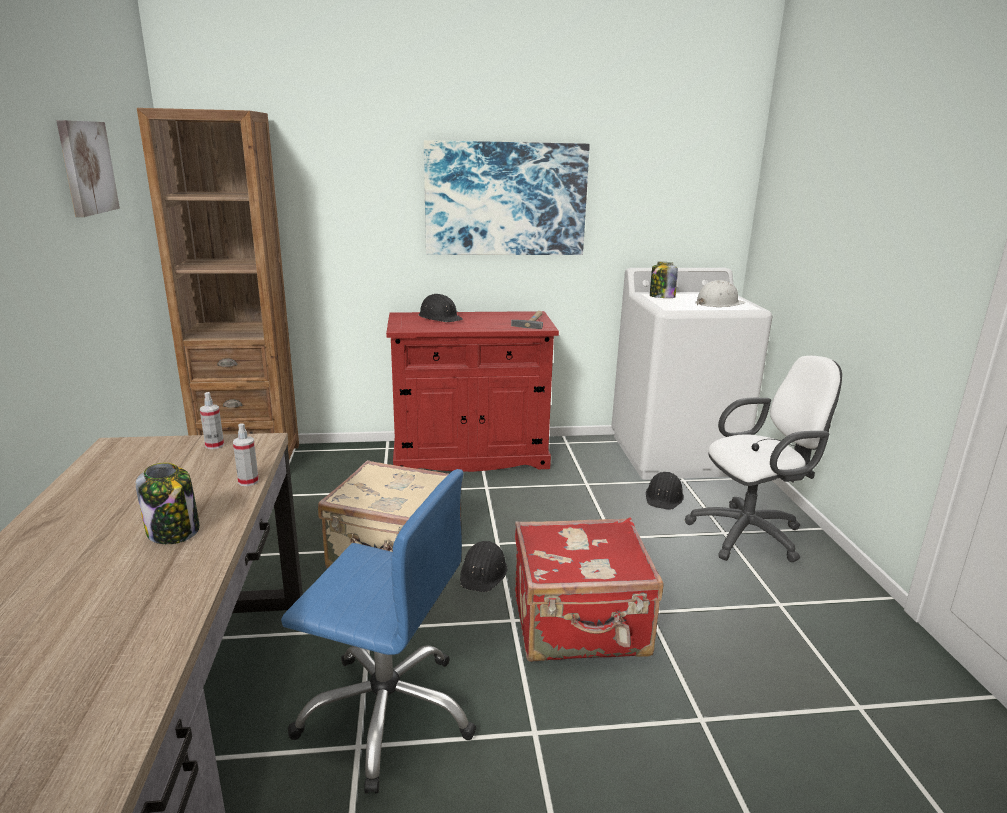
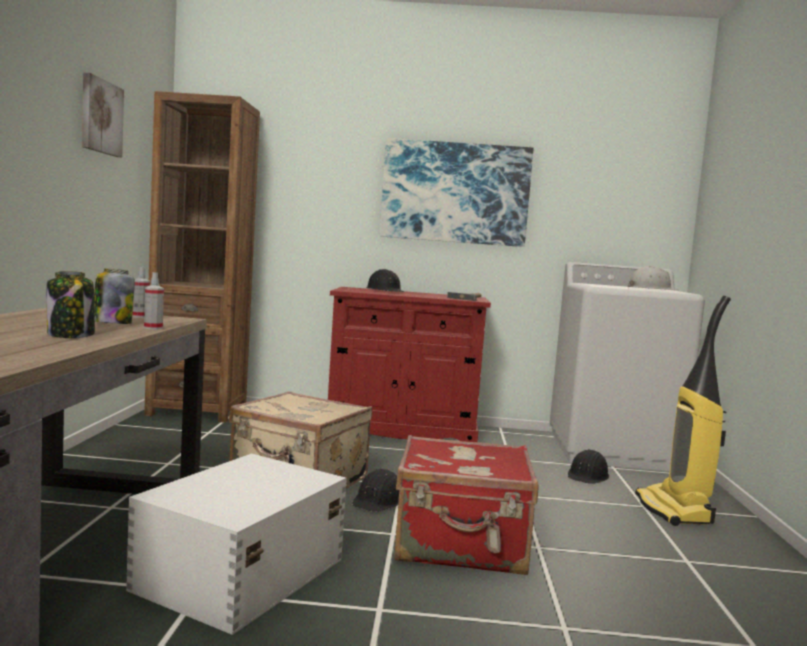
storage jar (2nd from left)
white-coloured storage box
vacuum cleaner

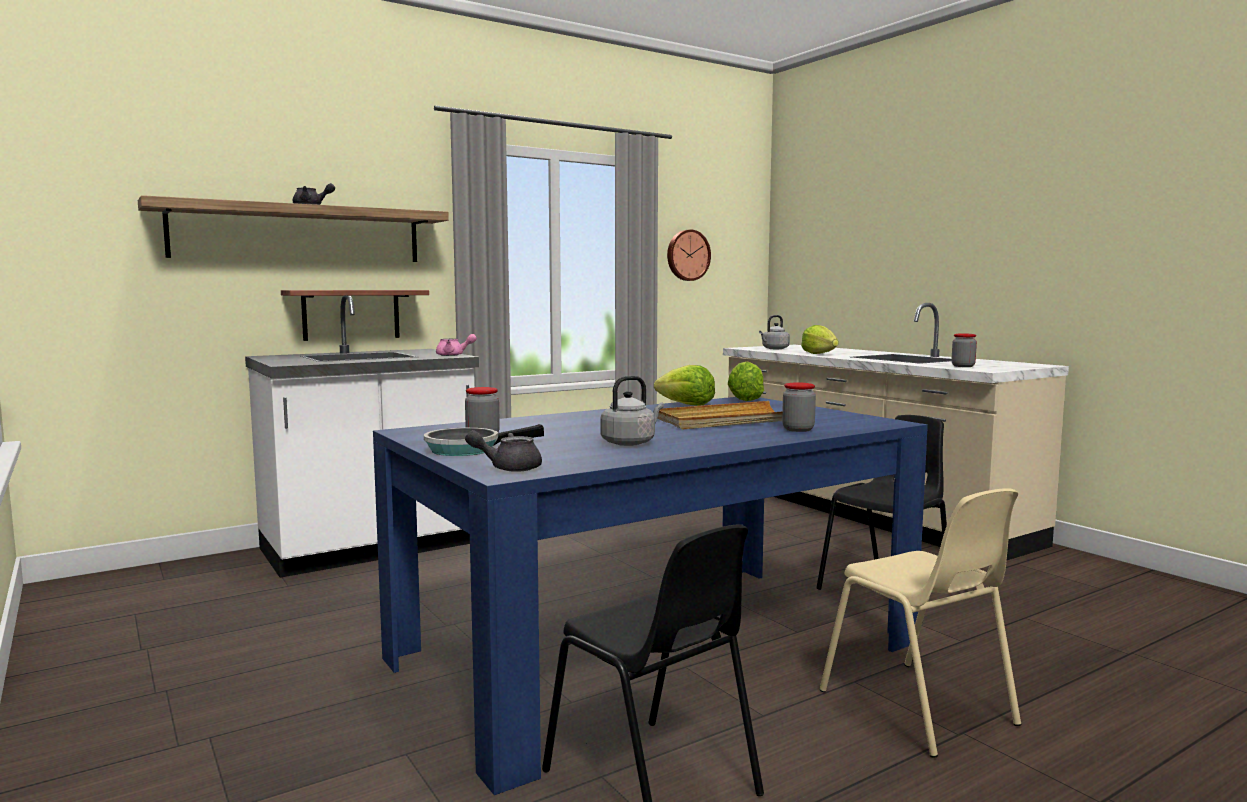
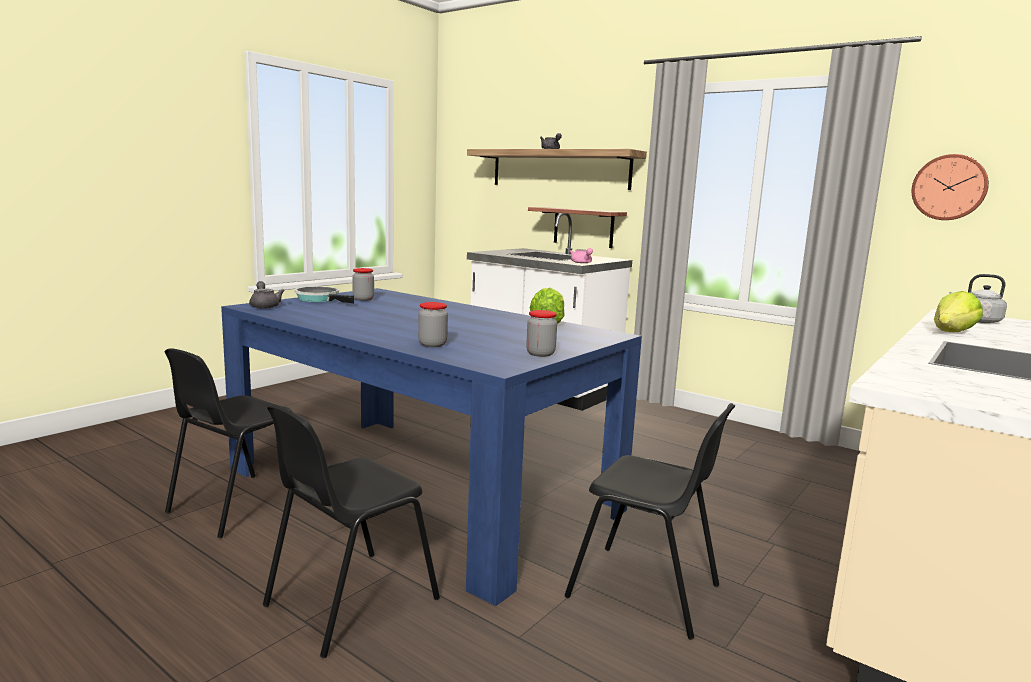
grey kettle (1st from left in the first image)
sand-coloured tray
lettuce head (2nd from left in the first image)
storage jar (3rd from left)
black-coloured upright chair (2nd from left)

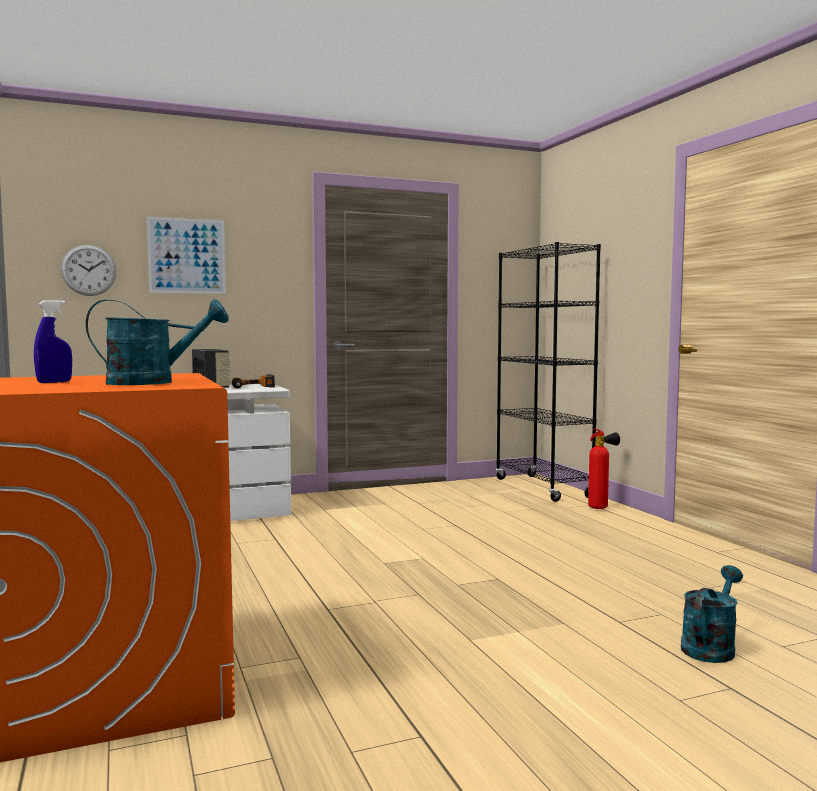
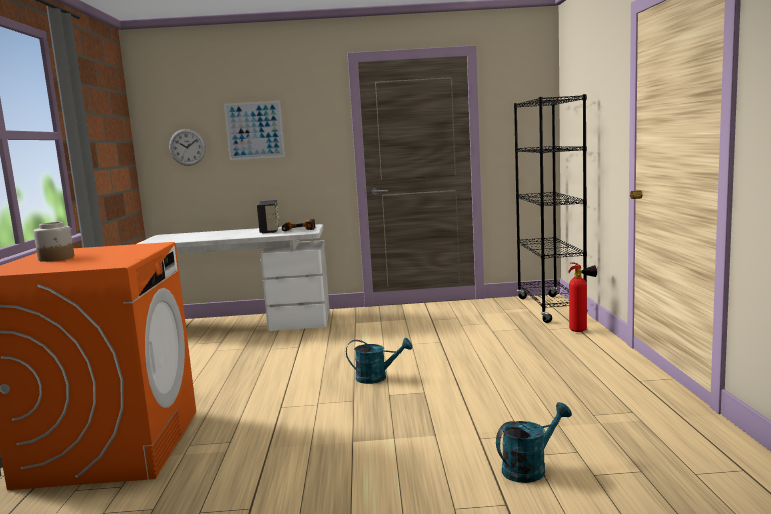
turquoise sprinkling can (1st from left)
storage jar

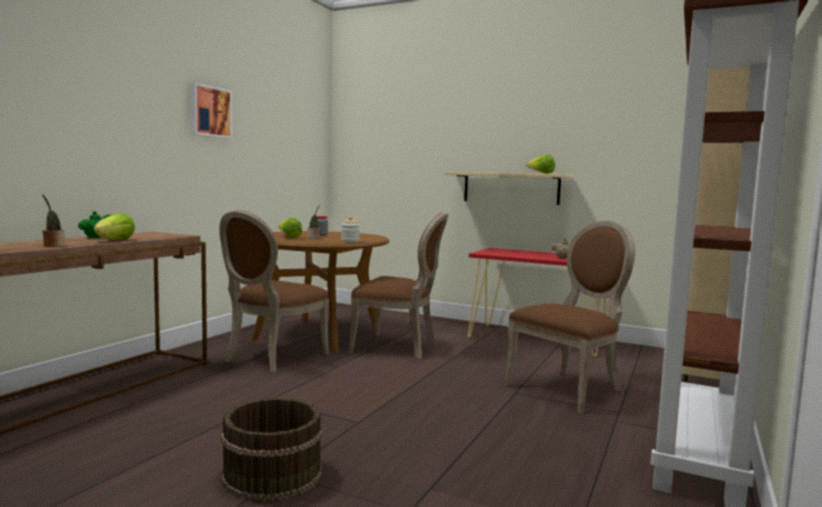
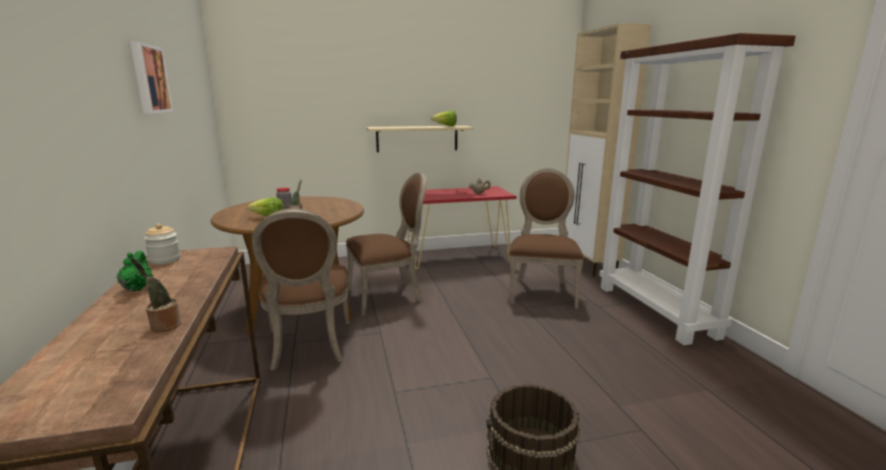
lettuce head (1st from left in the first image)
storage jar (1st from left)

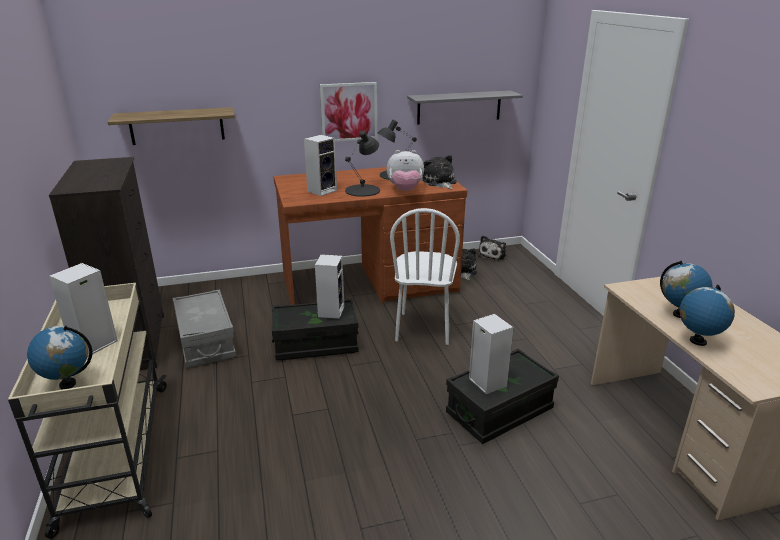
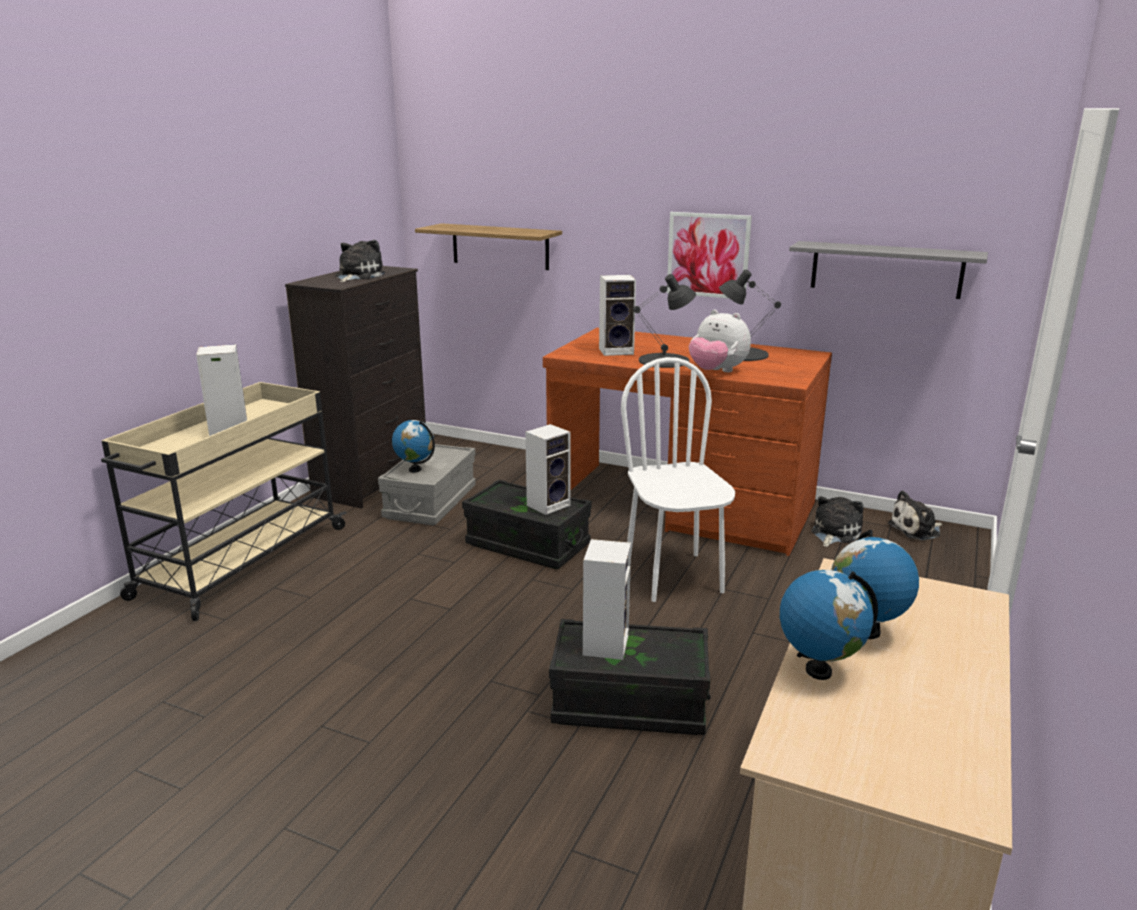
world globe (1st from left)
soft toy (1st from left)
white-coloured upright chair

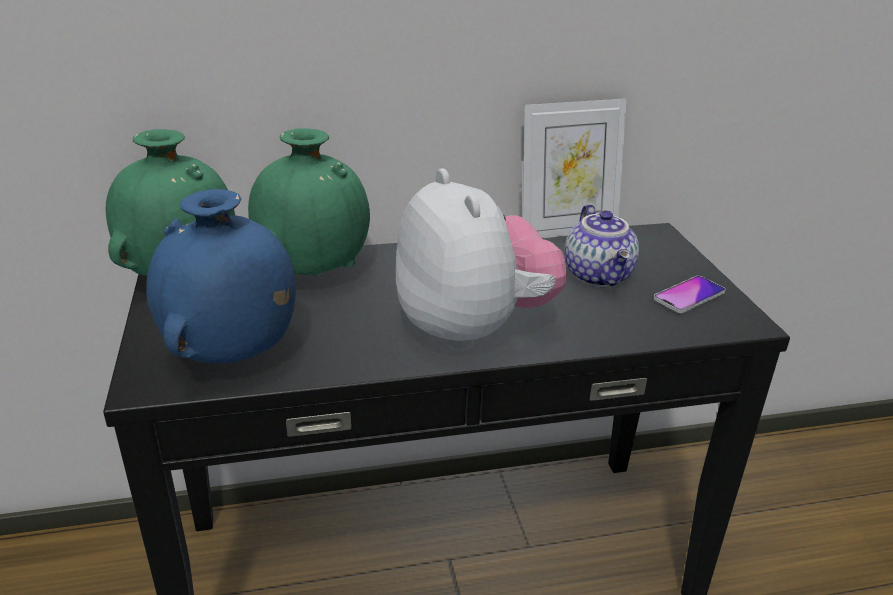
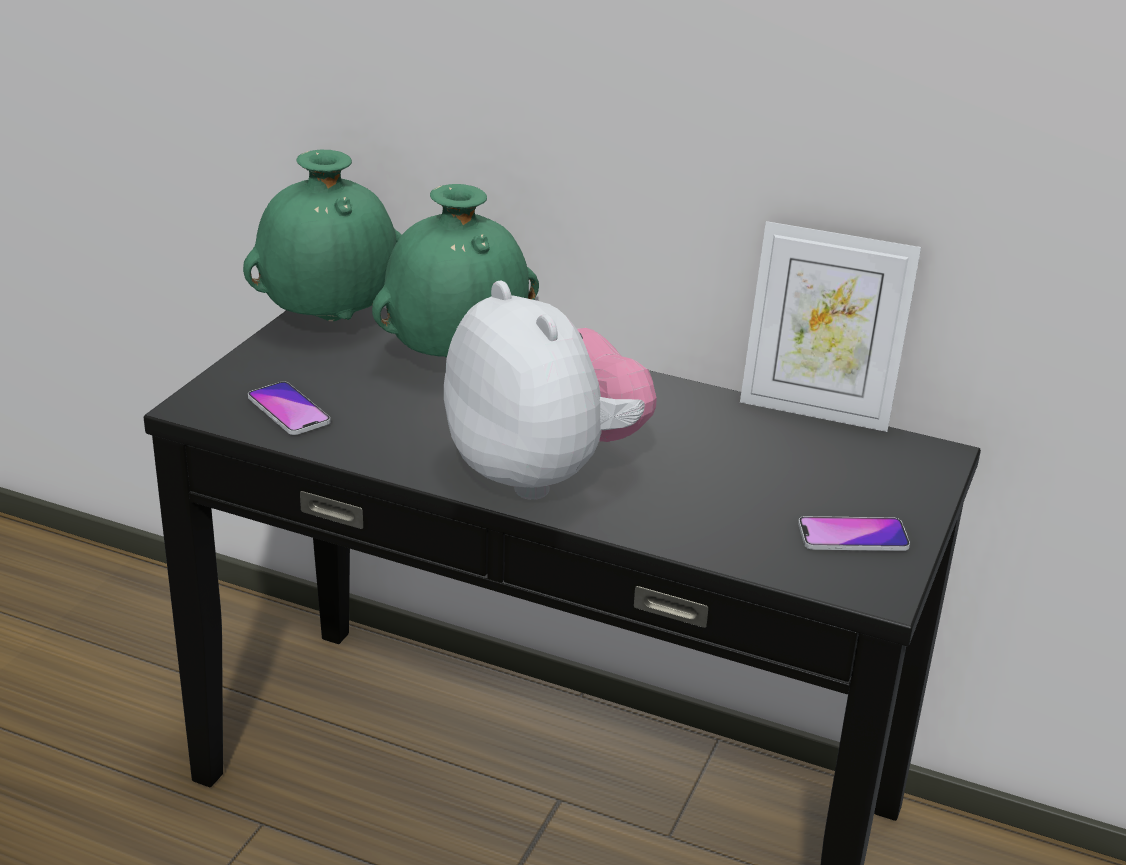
pot for tea
handset (1st from left)
soft toy

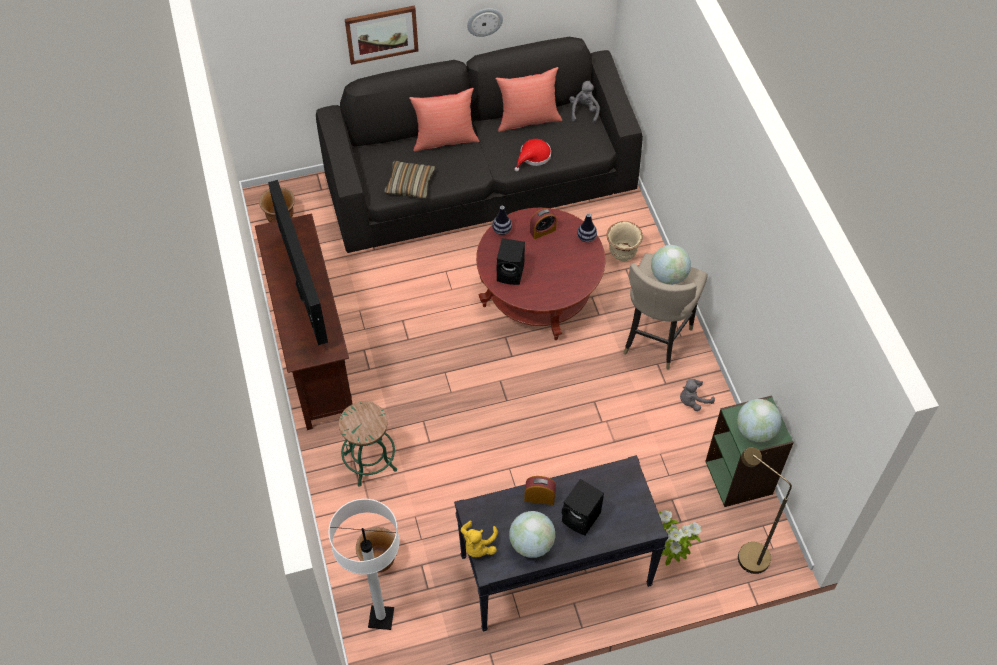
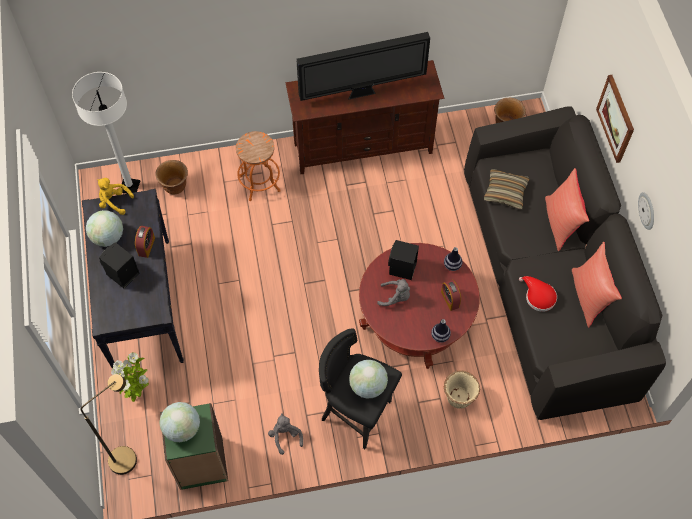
grey soft toy (2nd from left)
orange sitting stool
black-coloured sitting stool

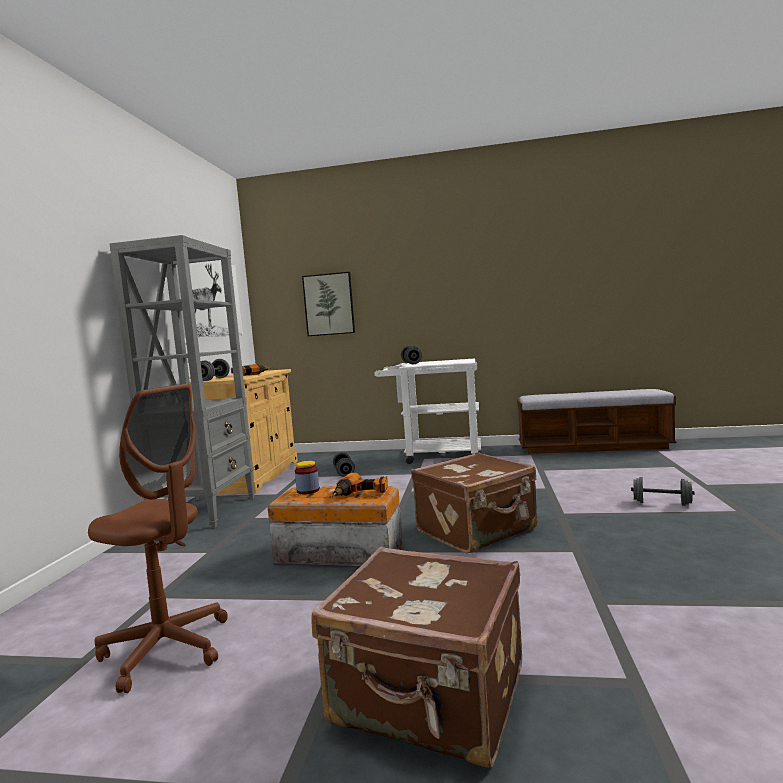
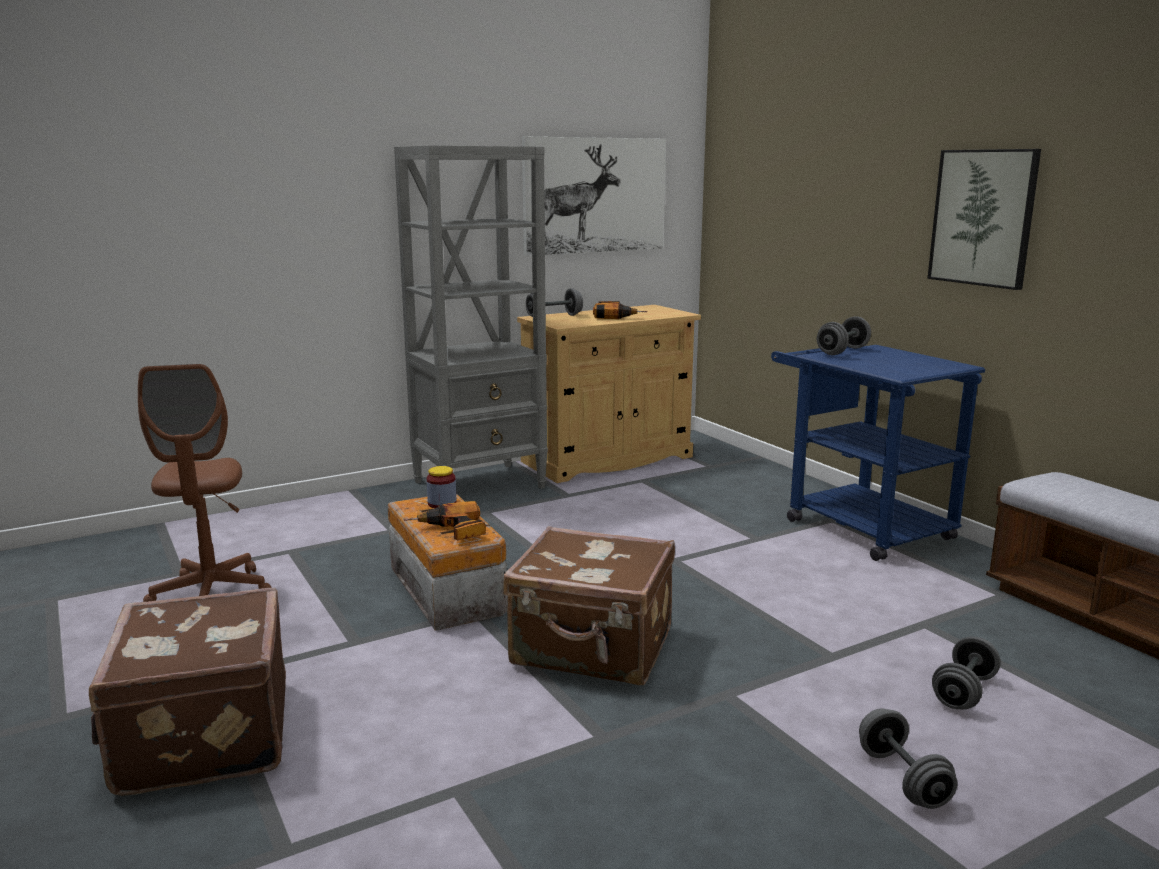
picture (2nd from left)
grey dumbbell (4th from left)
blue wheeled cart

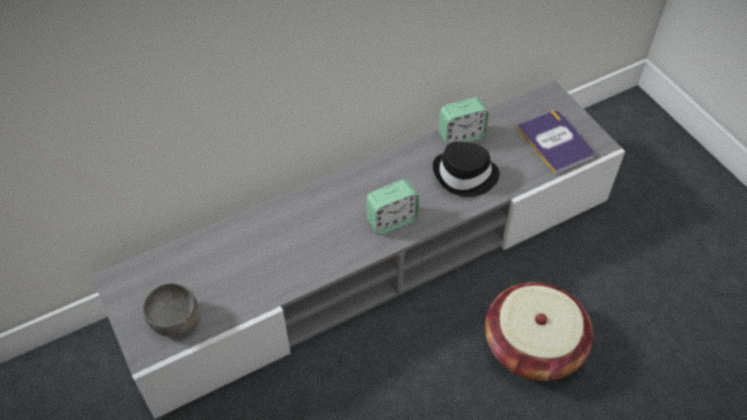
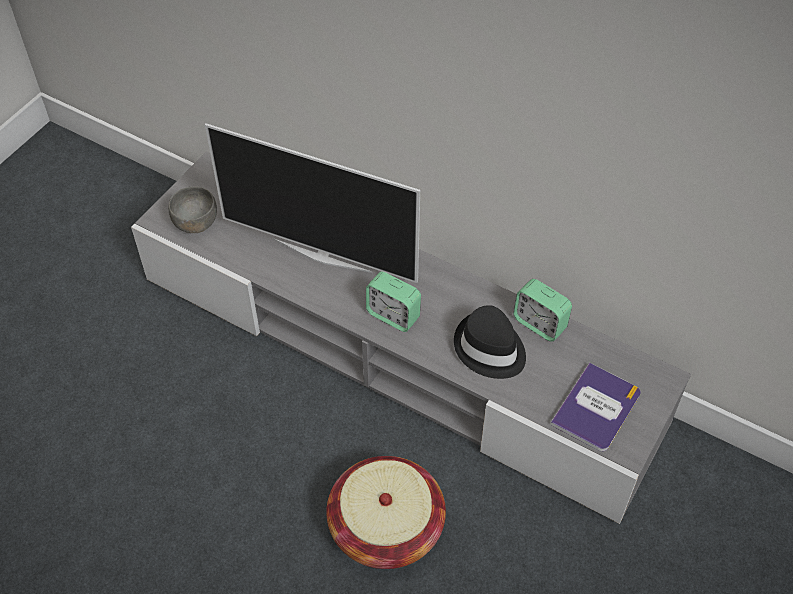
TV set

